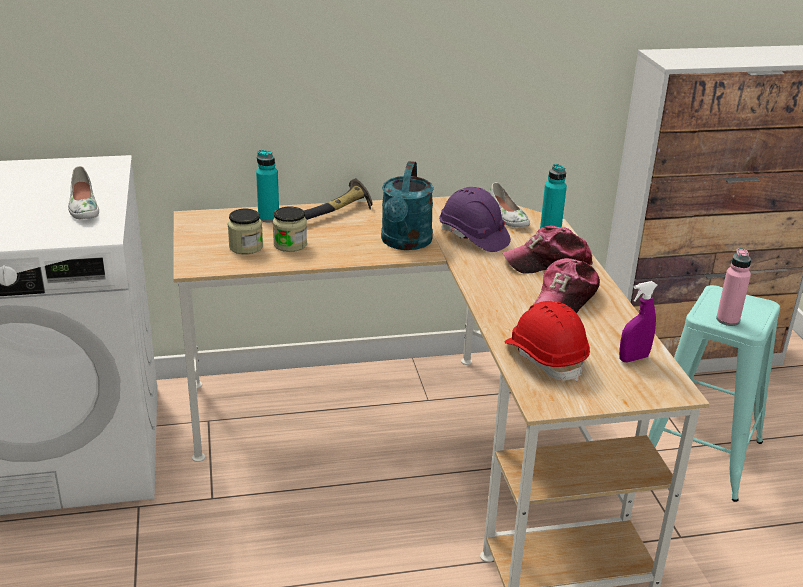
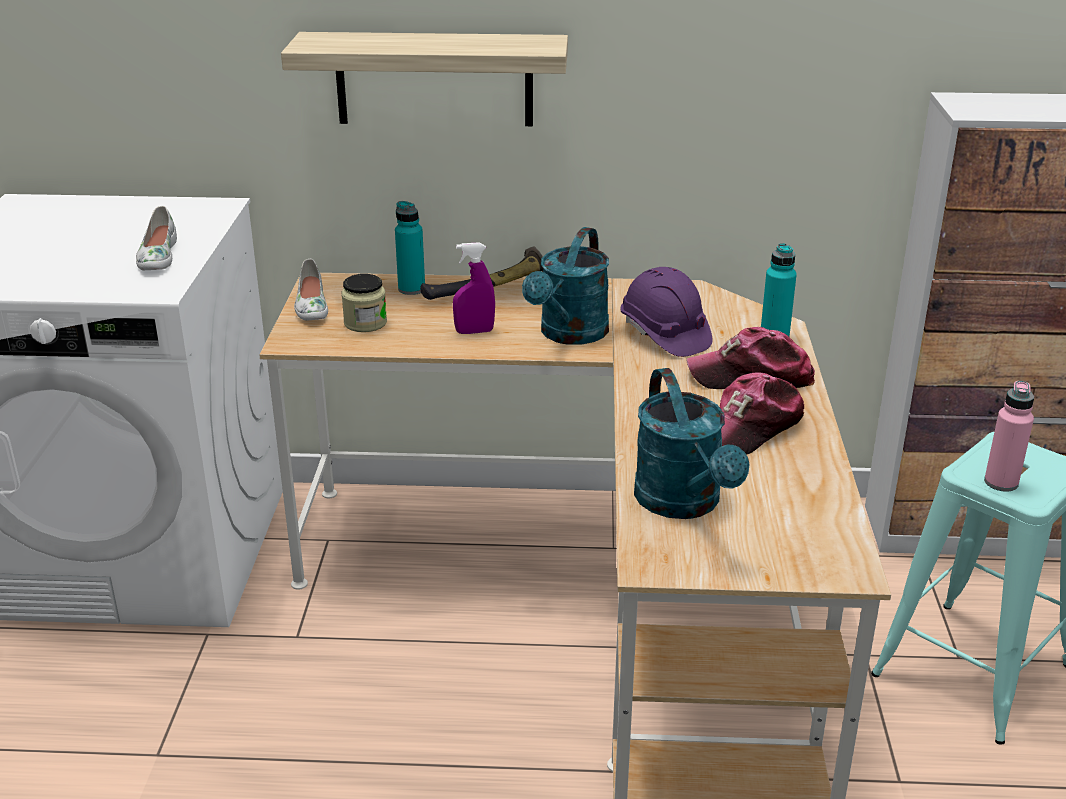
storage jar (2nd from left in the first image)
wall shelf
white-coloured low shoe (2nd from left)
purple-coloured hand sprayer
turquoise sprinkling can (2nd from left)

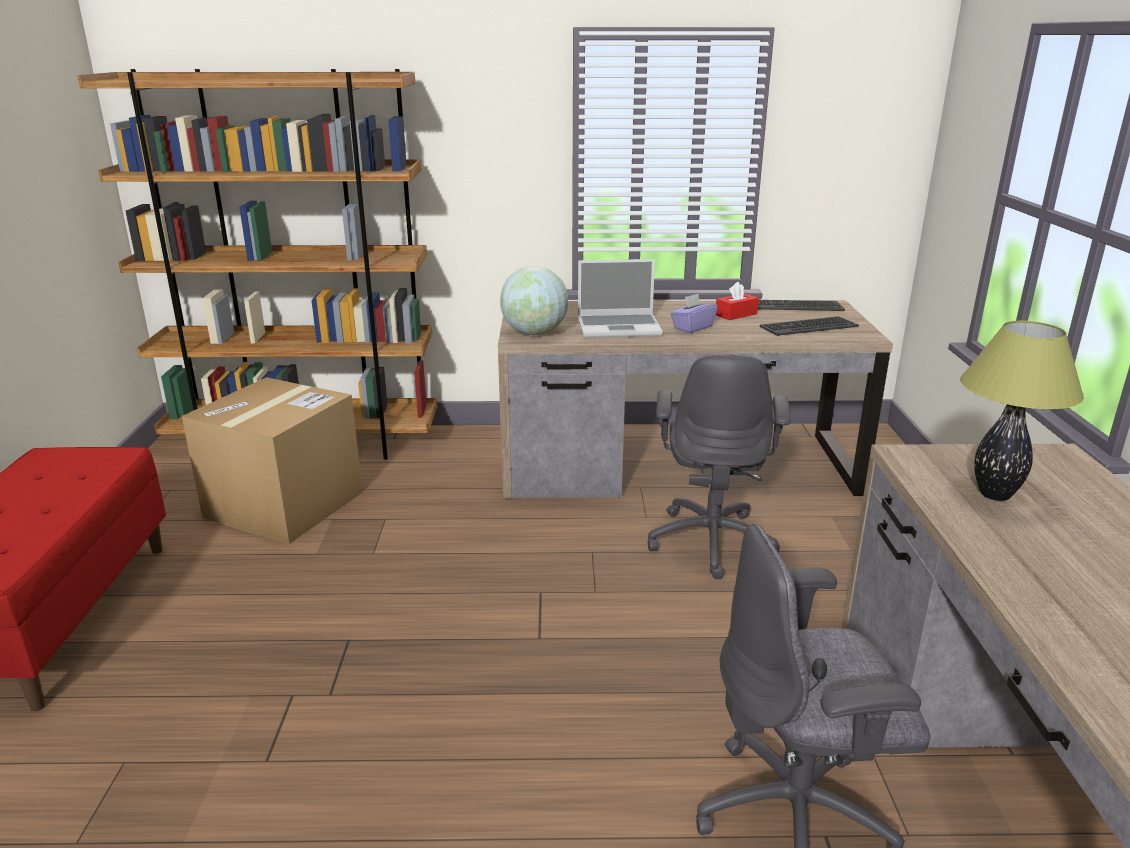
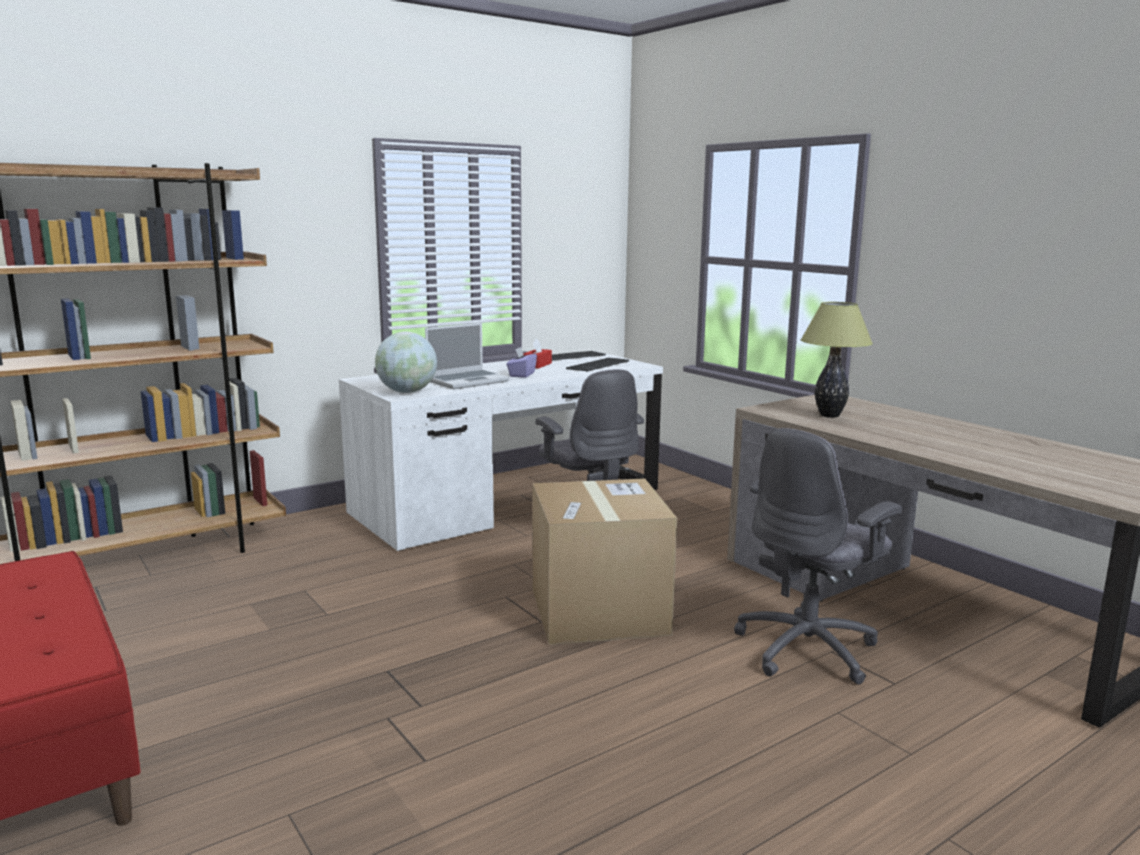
packing box
white-coloured desk table

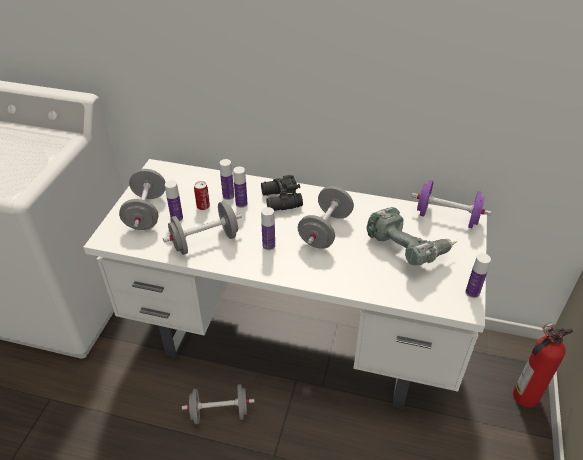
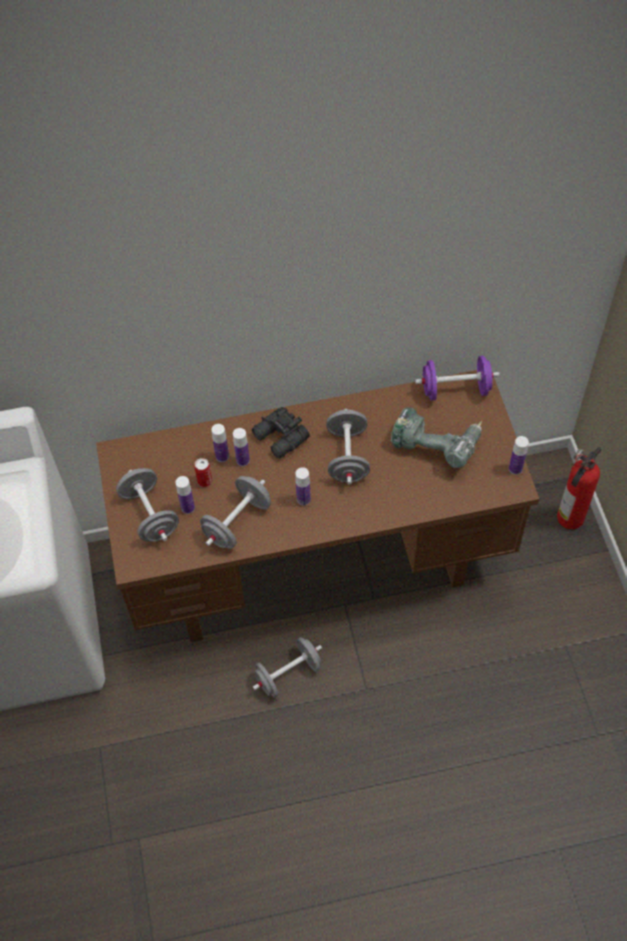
brownish desk table

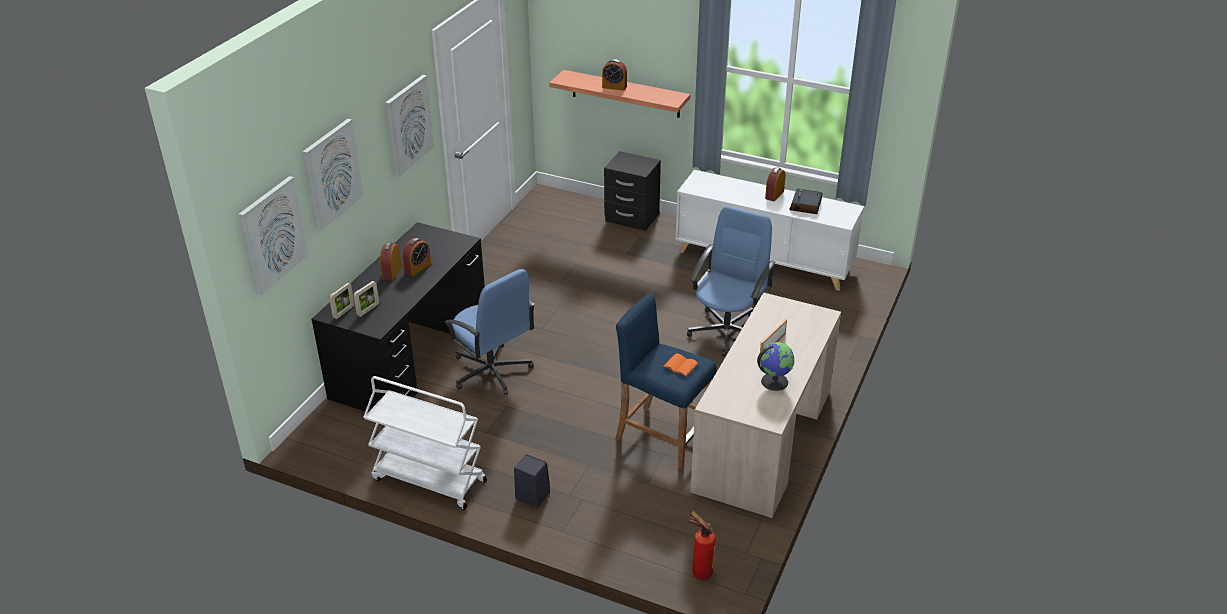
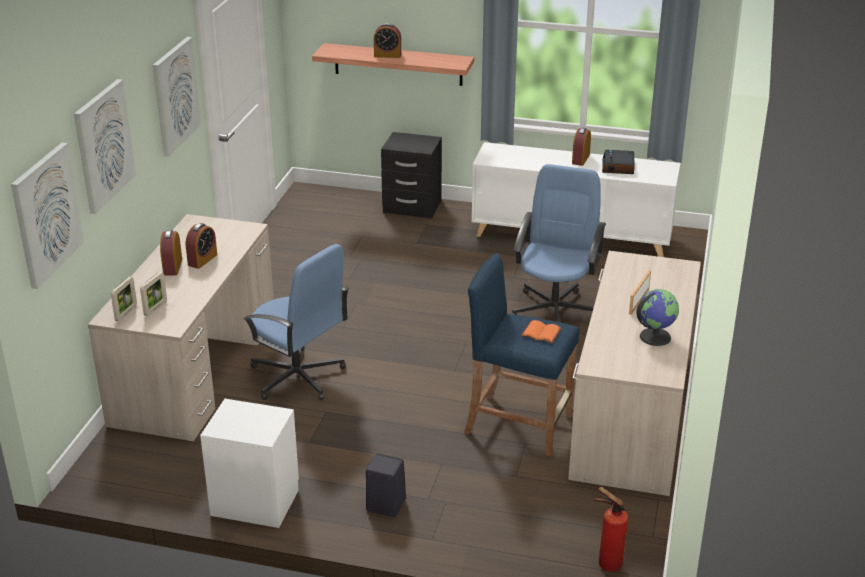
white-coloured bedside table
sand-coloured desk table (1st from left)

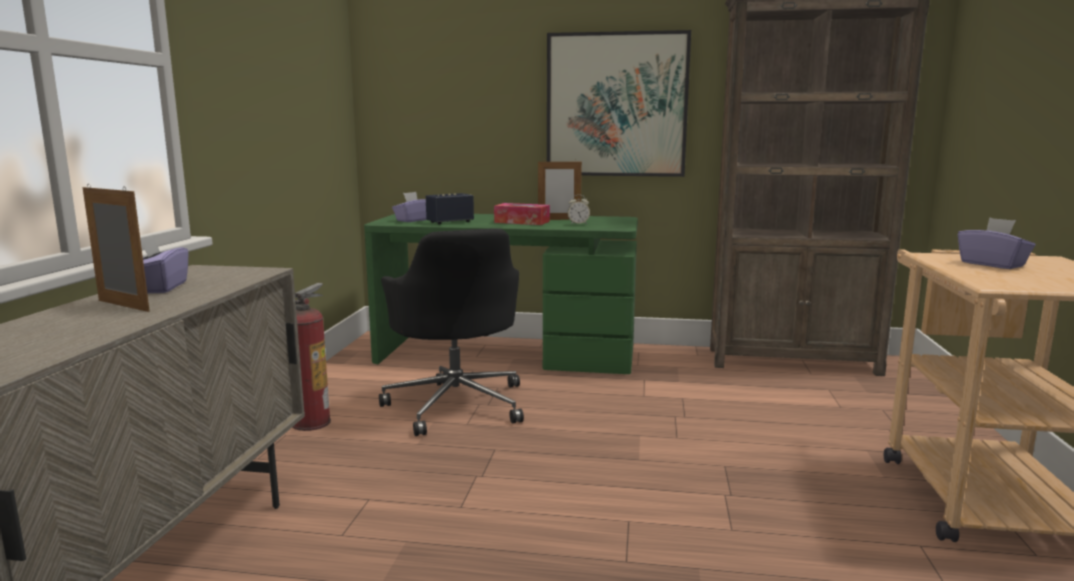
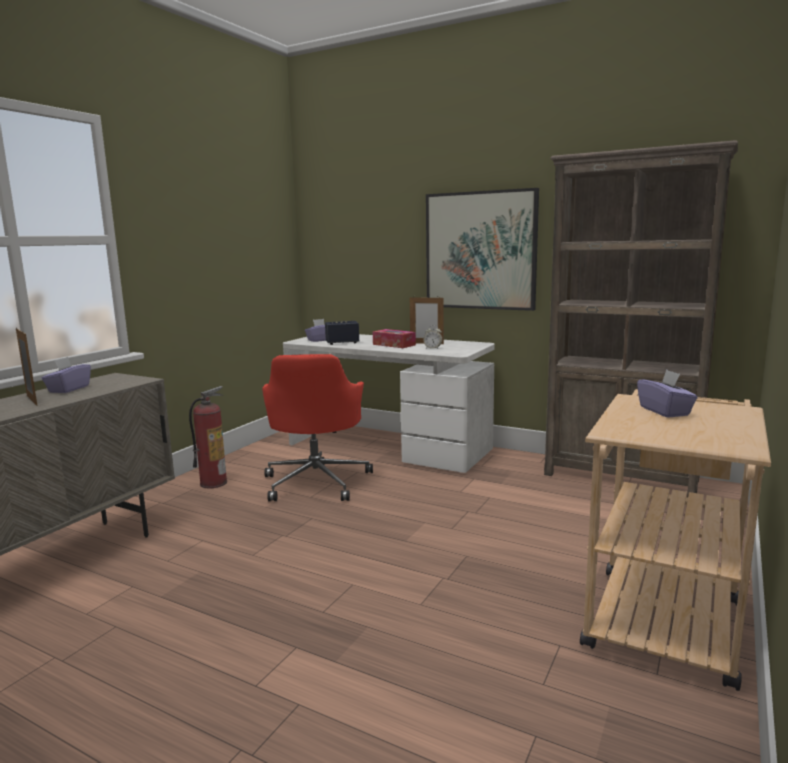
white-coloured desk table
red-coloured computer chair

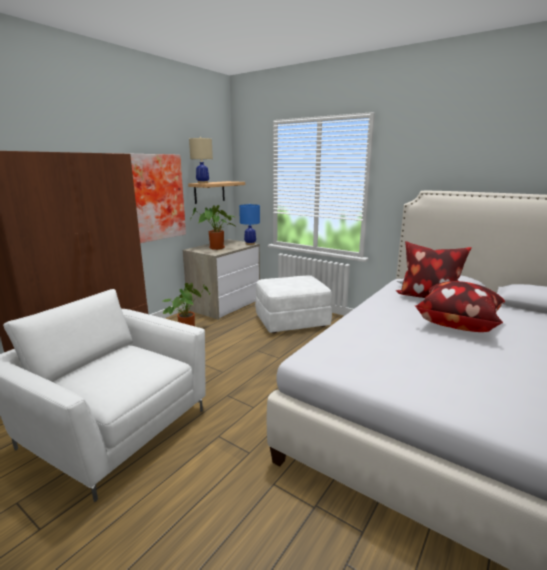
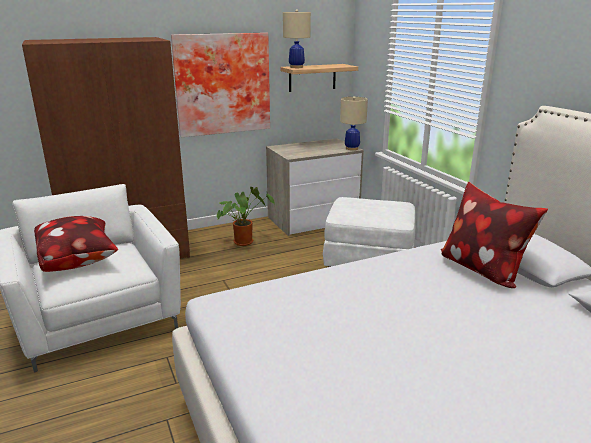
potted plant (2nd from left in the first image)
throw pillow (1st from left)
sand-coloured table lamp (2nd from left)

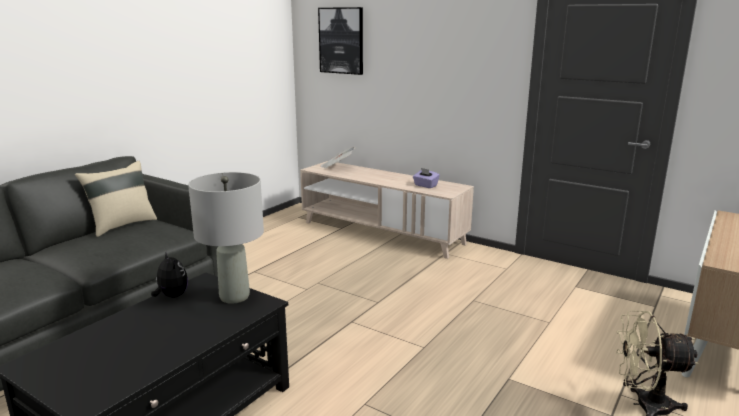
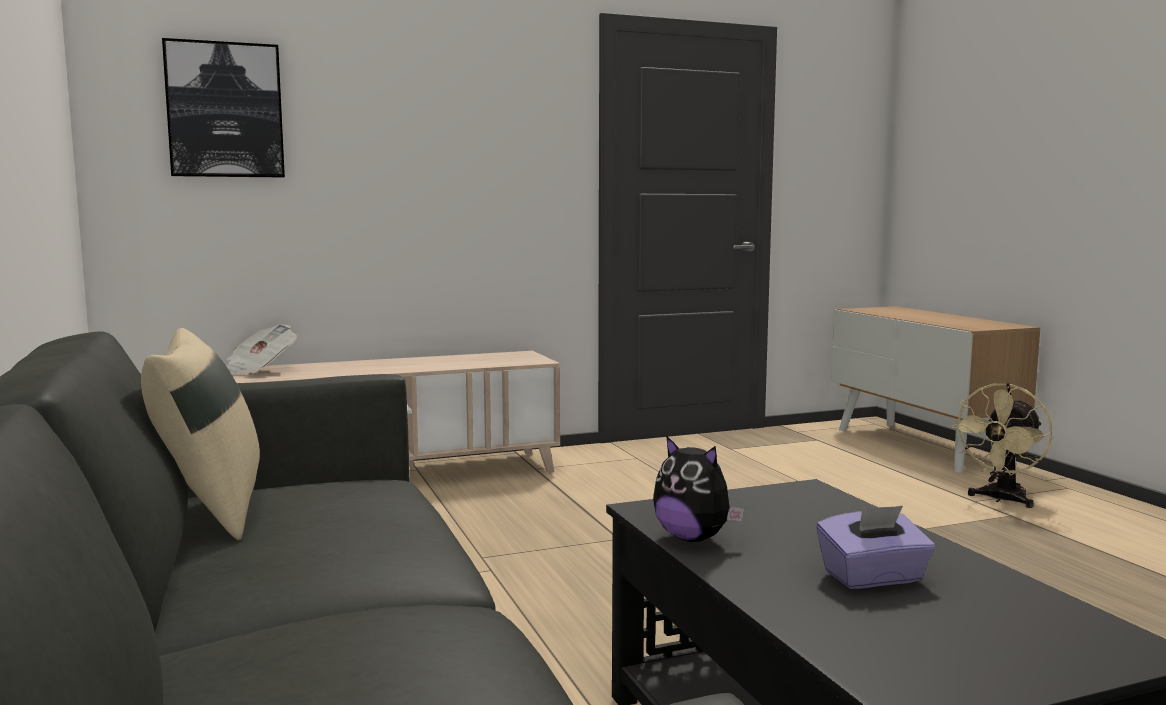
grey table lamp
purple-coloured tissue box
soft toy

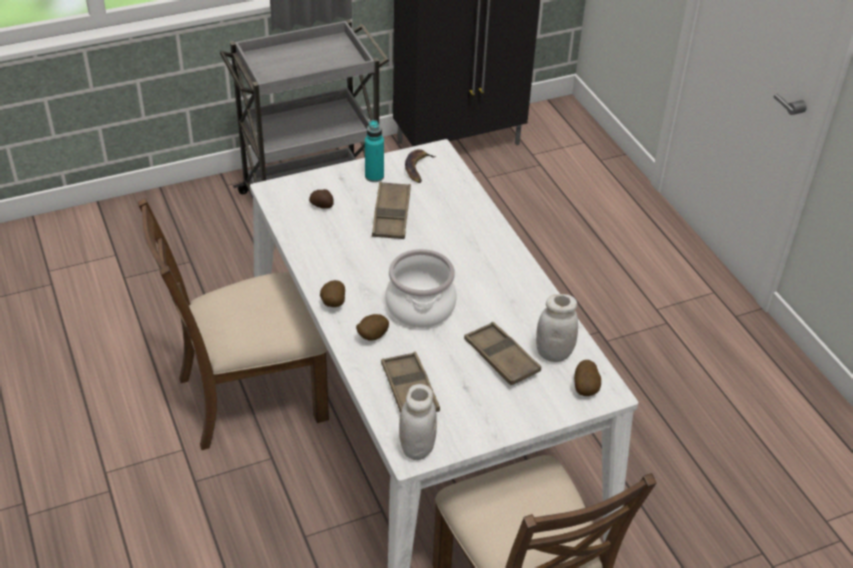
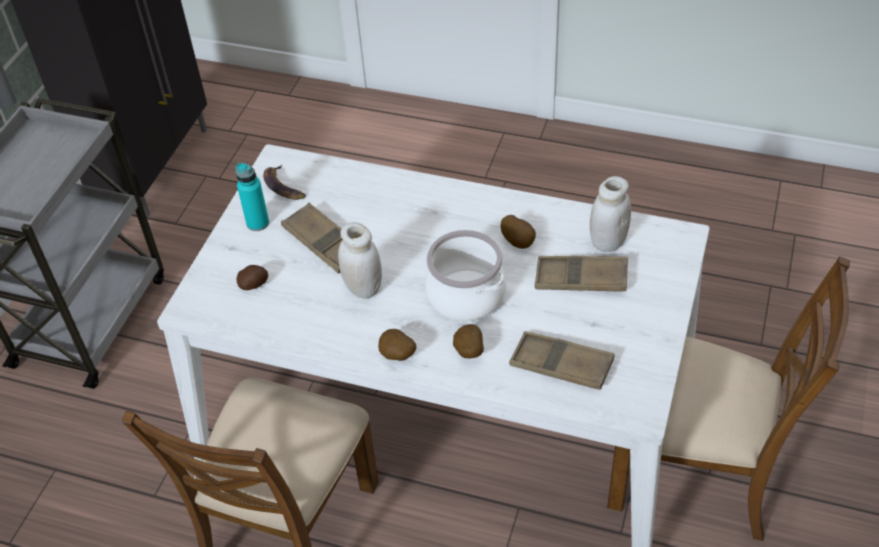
white-coloured storage jar (1st from left)
spud (4th from left)

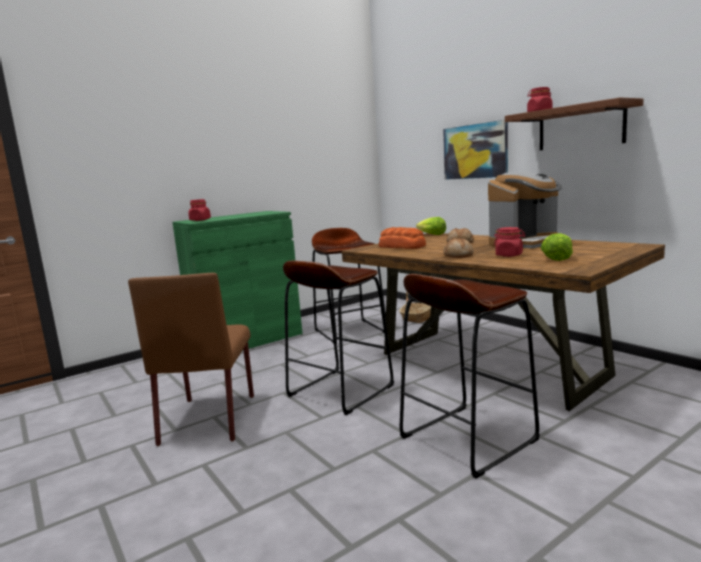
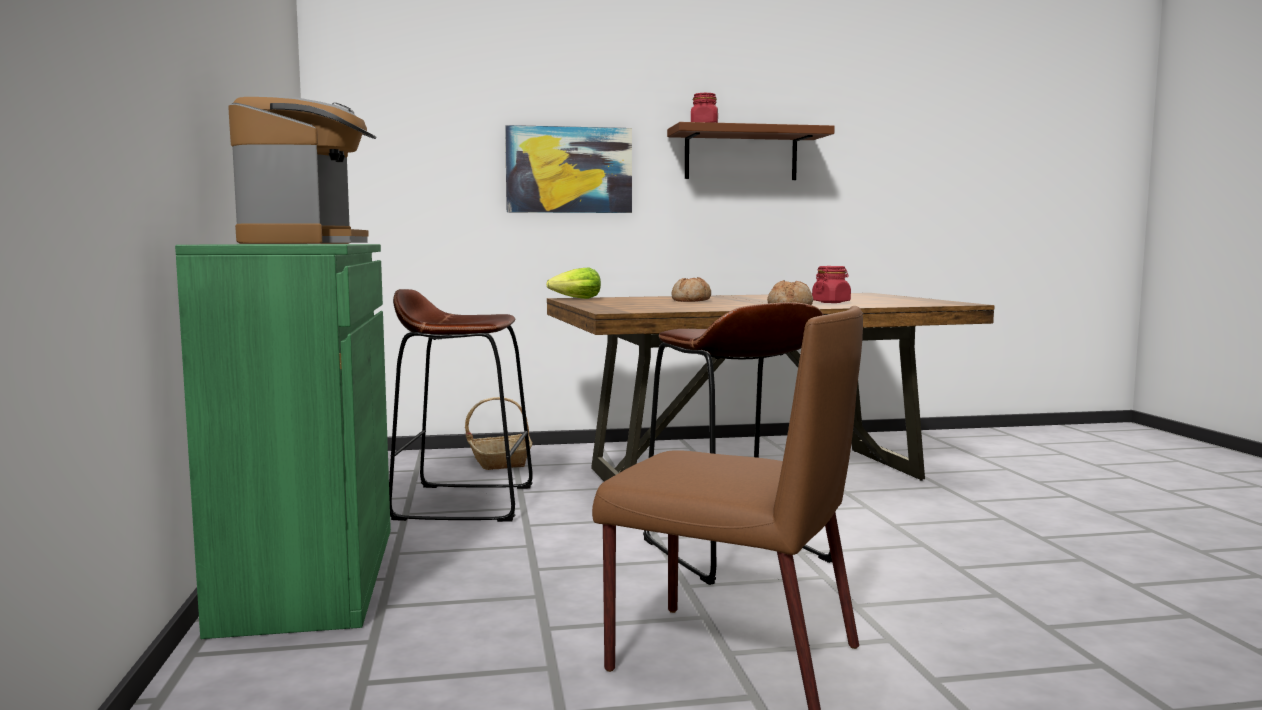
red-coloured storage jar (1st from left in the first image)
bakery bread (1st from left in the first image)
brownish sitting stool (3rd from left in the first image)
lettuce head (2nd from left in the first image)
coffee brewer

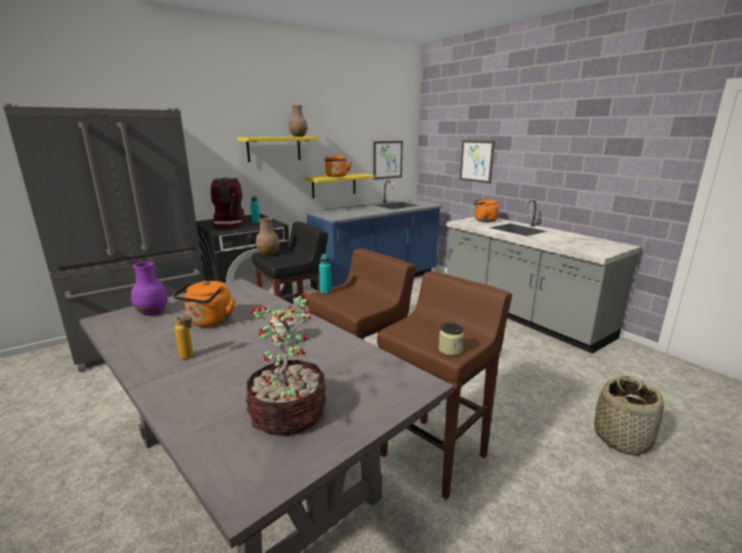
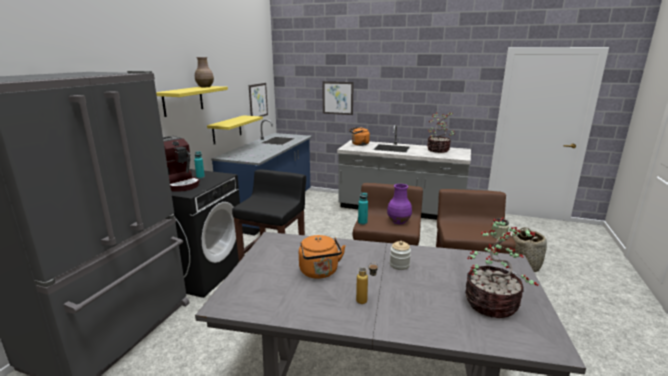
brownish flower vase (1st from left in the first image)
orange kettle (2nd from left in the first image)
potted plant (1st from left)
purple-coloured flower vase

